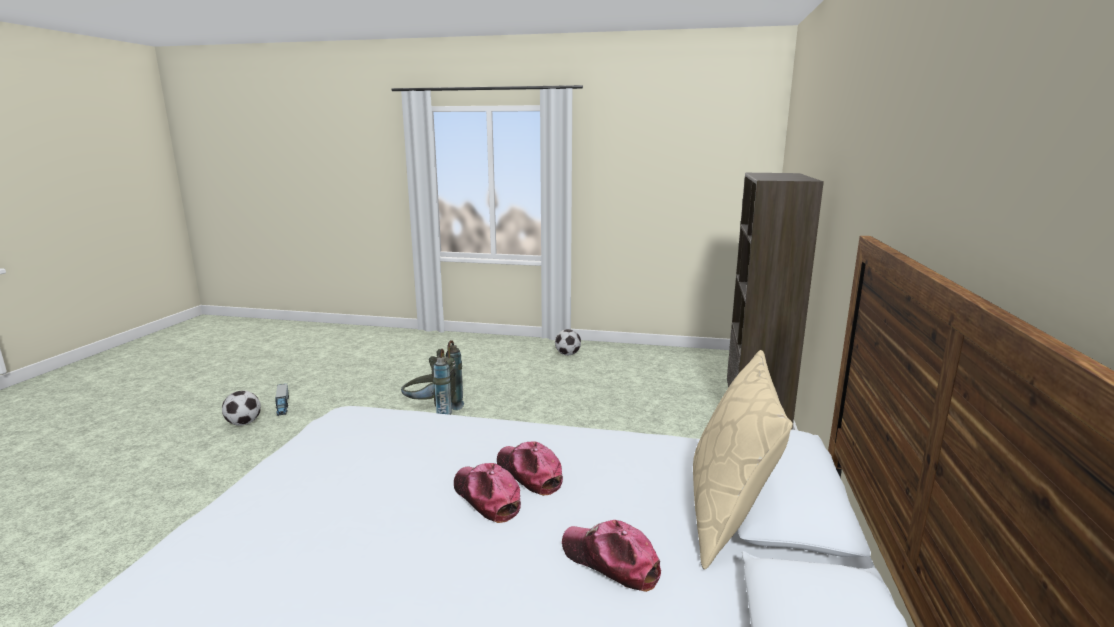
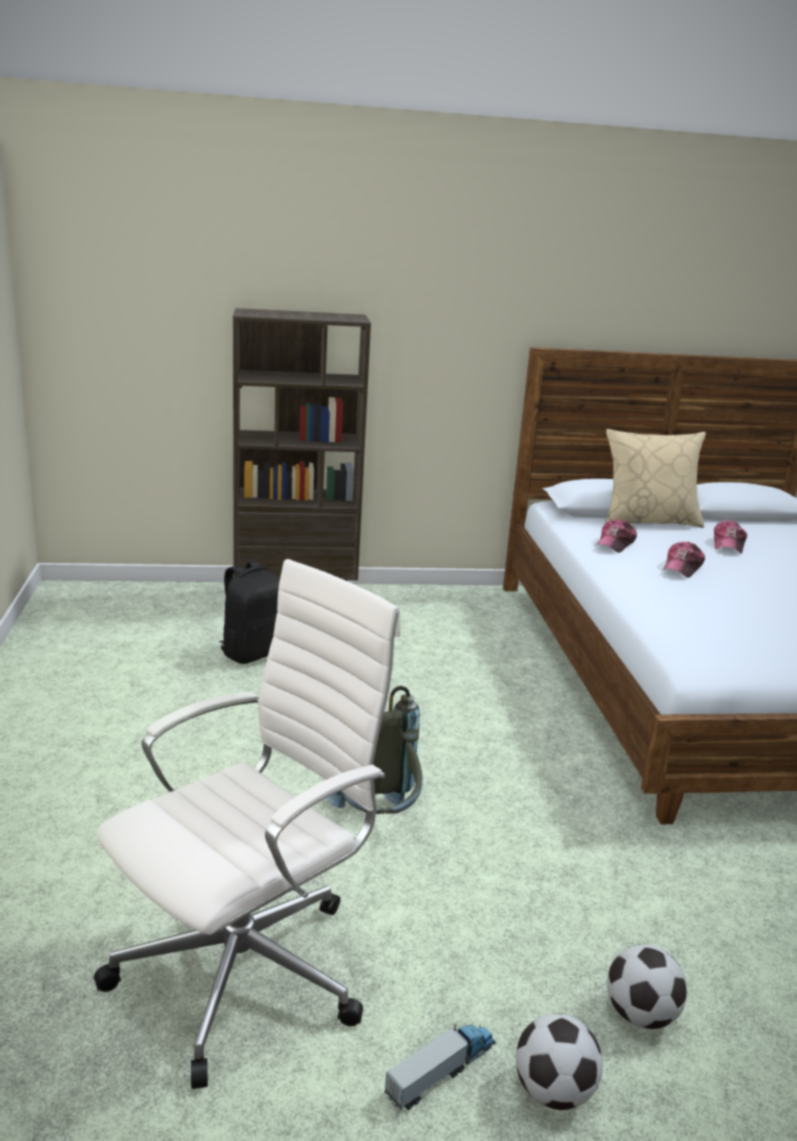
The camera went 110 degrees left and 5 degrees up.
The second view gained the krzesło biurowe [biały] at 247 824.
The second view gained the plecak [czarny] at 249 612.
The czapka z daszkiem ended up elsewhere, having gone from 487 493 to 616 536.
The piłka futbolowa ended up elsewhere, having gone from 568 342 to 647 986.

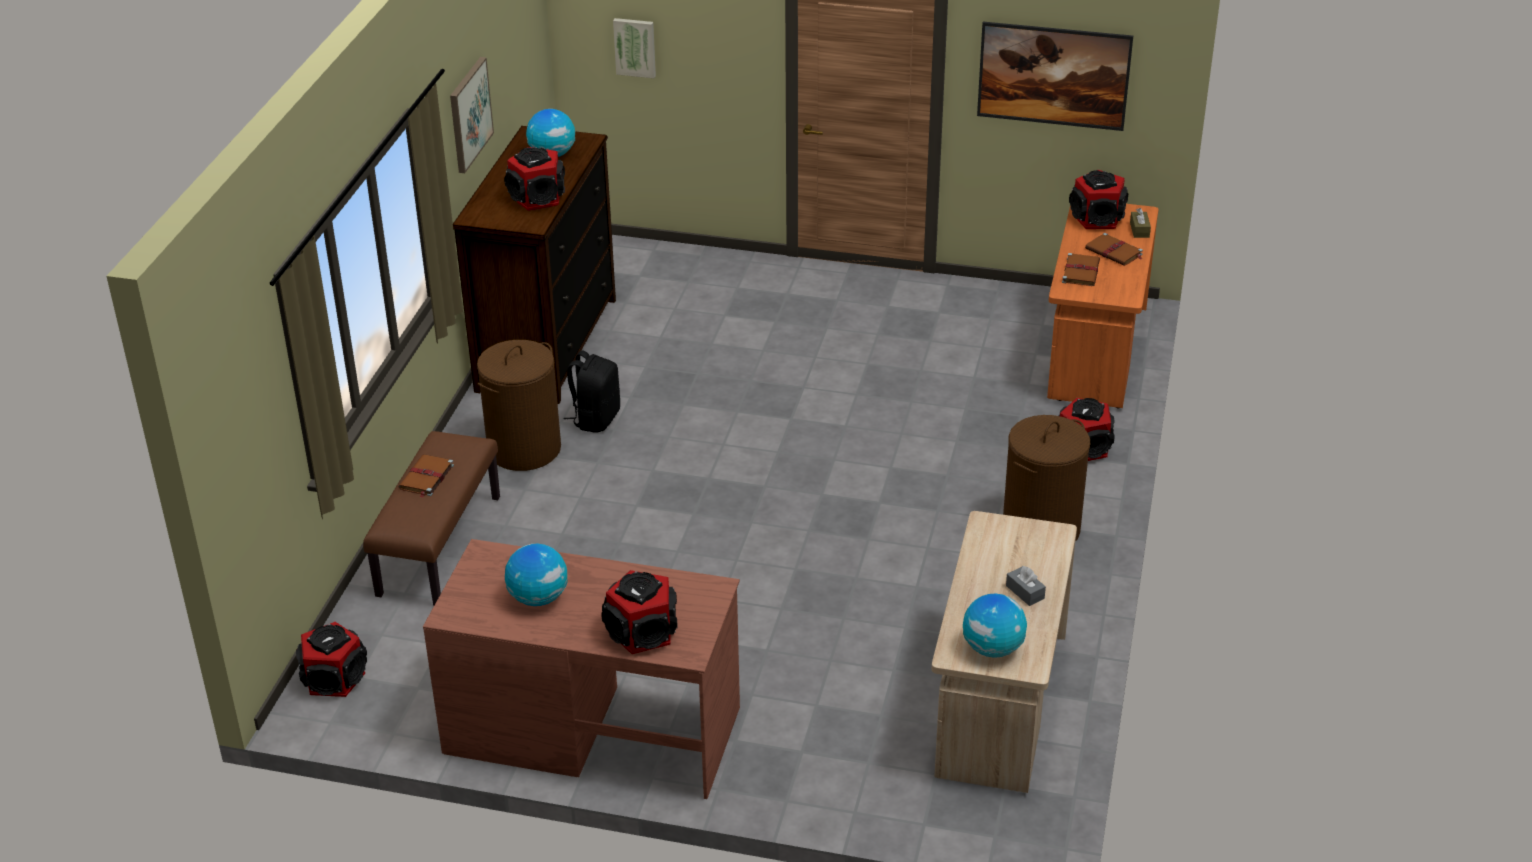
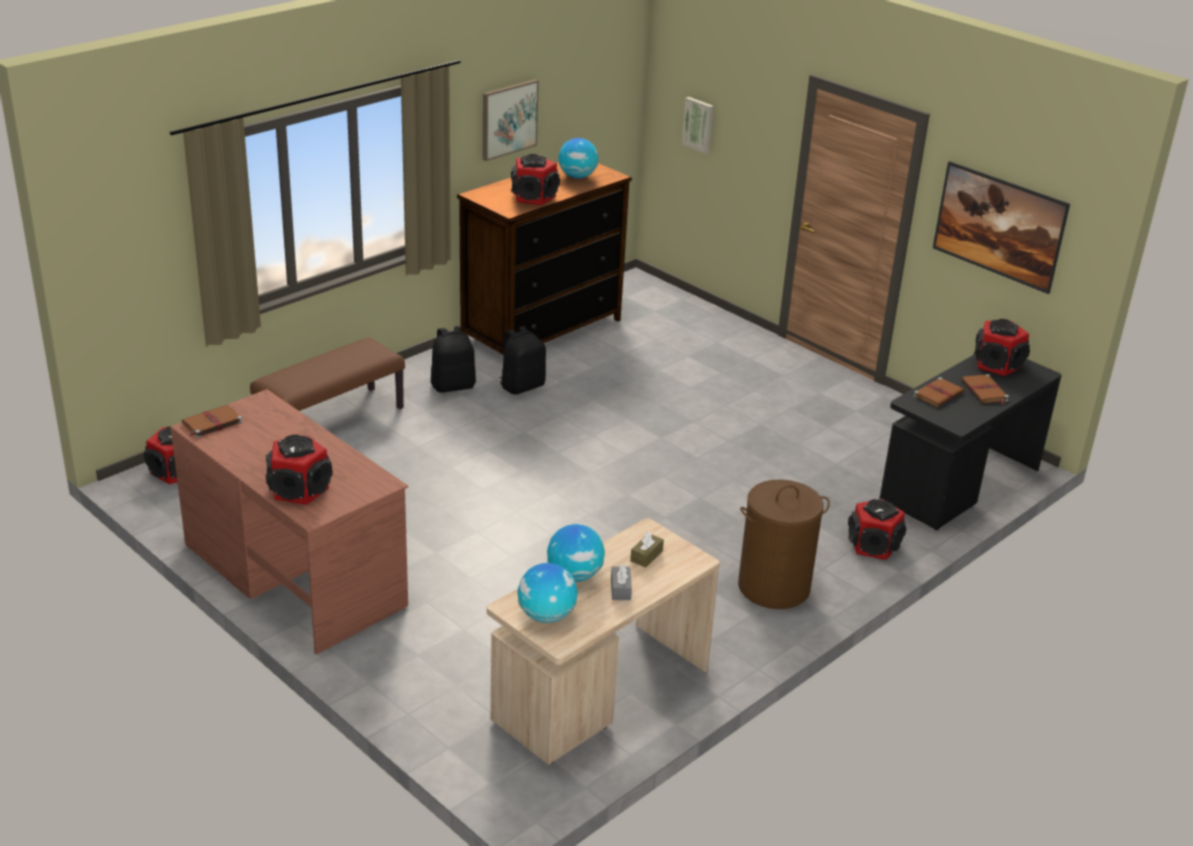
The camera went 30 degrees right and 5 degrees down.
The książka [brązowy] ended up elsewhere, having gone from 426 476 to 212 421.
The globus ended up elsewhere, having gone from 536 575 to 576 553.
The pudełko chusteczek [brązowy] ended up elsewhere, having gone from 1140 223 to 647 549.
Where the kosz na pranie [brązowy] stood at 519 405, the plecak [czarny] came to stand at 453 359.
What was the biurko [pomarańczowy] at 1103 306 turned into the biurko [czarny] at 970 442.

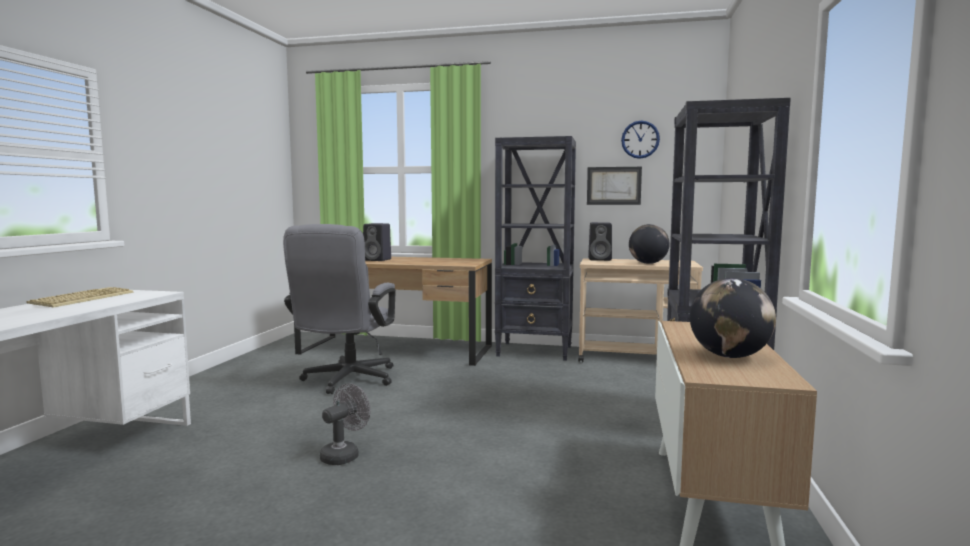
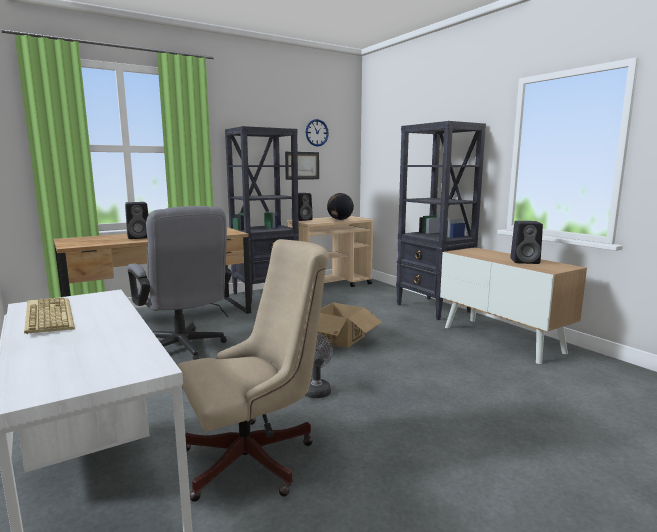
The camera went 45 degrees left and 5 degrees up.
The second view gained the krzesło biurowe [beżowy] at 253 370.
The second view gained the karton at 349 325.
Where the globus stood at 733 318, the głośnik [czarny] came to stand at 526 242.

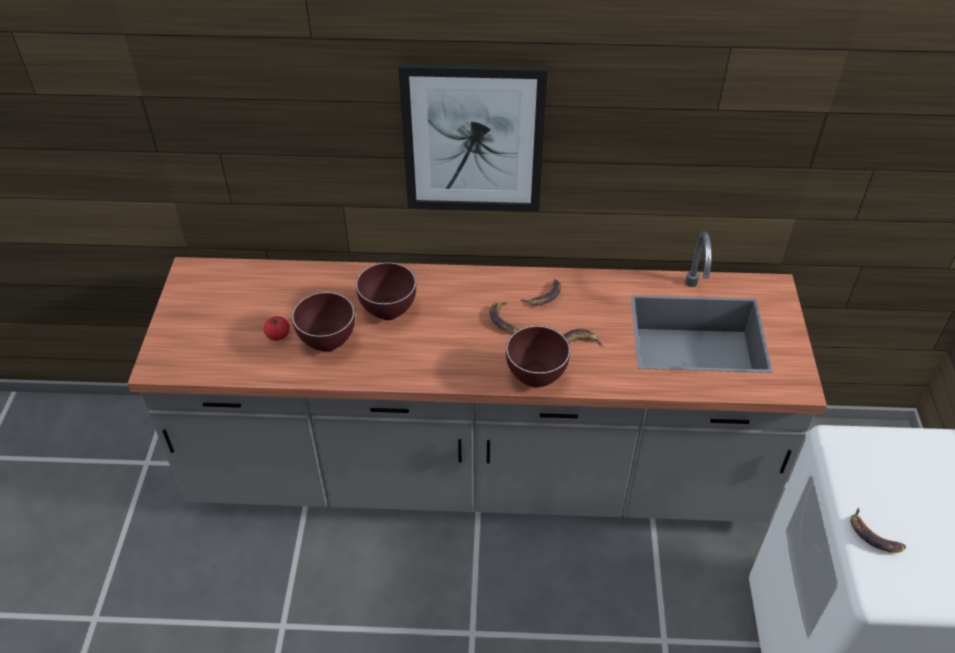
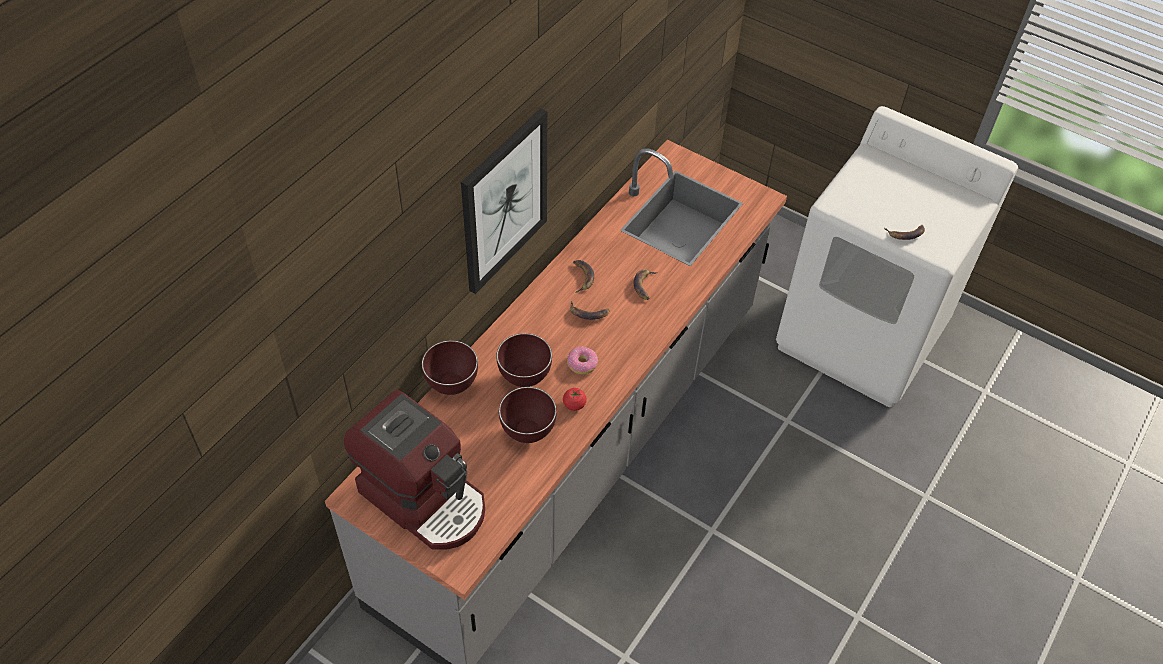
The camera went 60 degrees left and 5 degrees up.
The second view gained the ekspres do kawy at 414 469.
The second view gained the donut at 582 360.
The pomidor ended up elsewhere, having gone from 277 328 to 575 399.
The miska [brązowy] ended up elsewhere, having gone from 538 356 to 450 367.

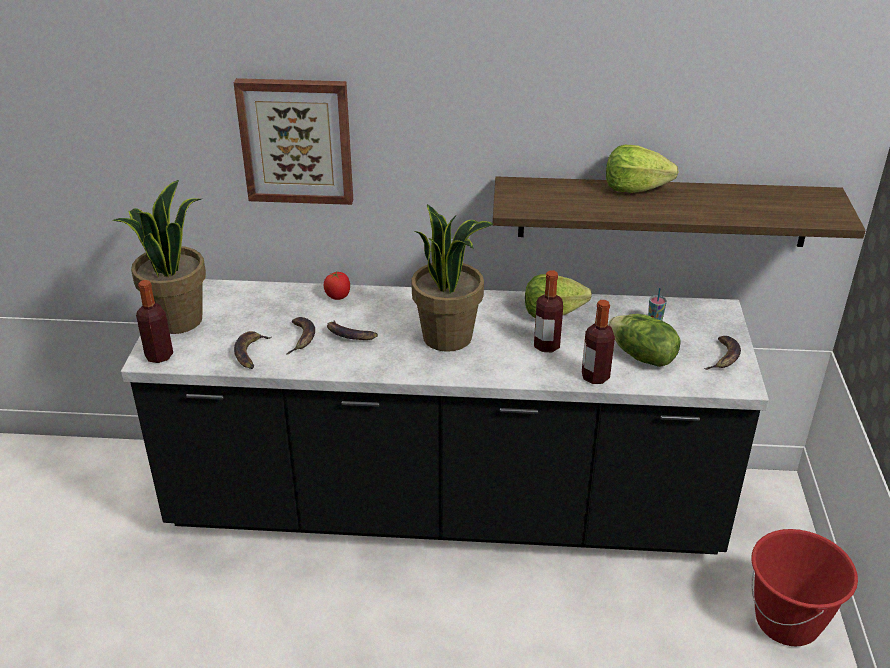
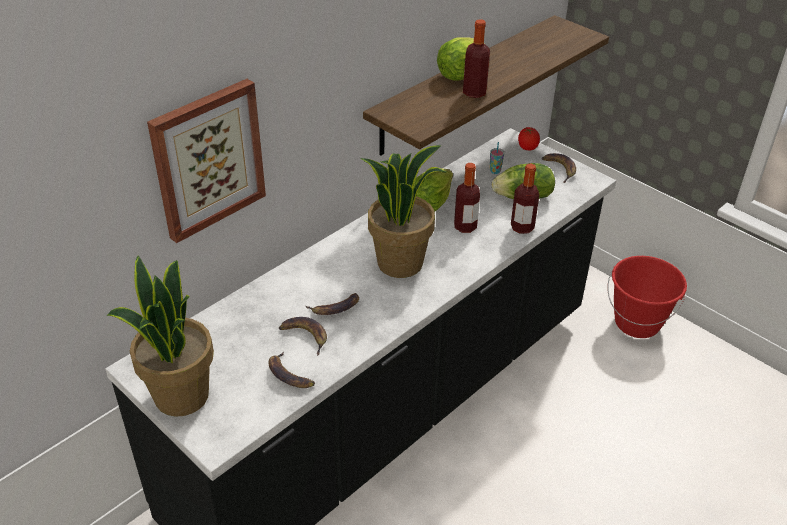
The camera went 50 degrees left and 5 degrees up.
The butelka ended up elsewhere, having gone from 154 321 to 476 58.
The pomidor ended up elsewhere, having gone from 337 285 to 529 138.

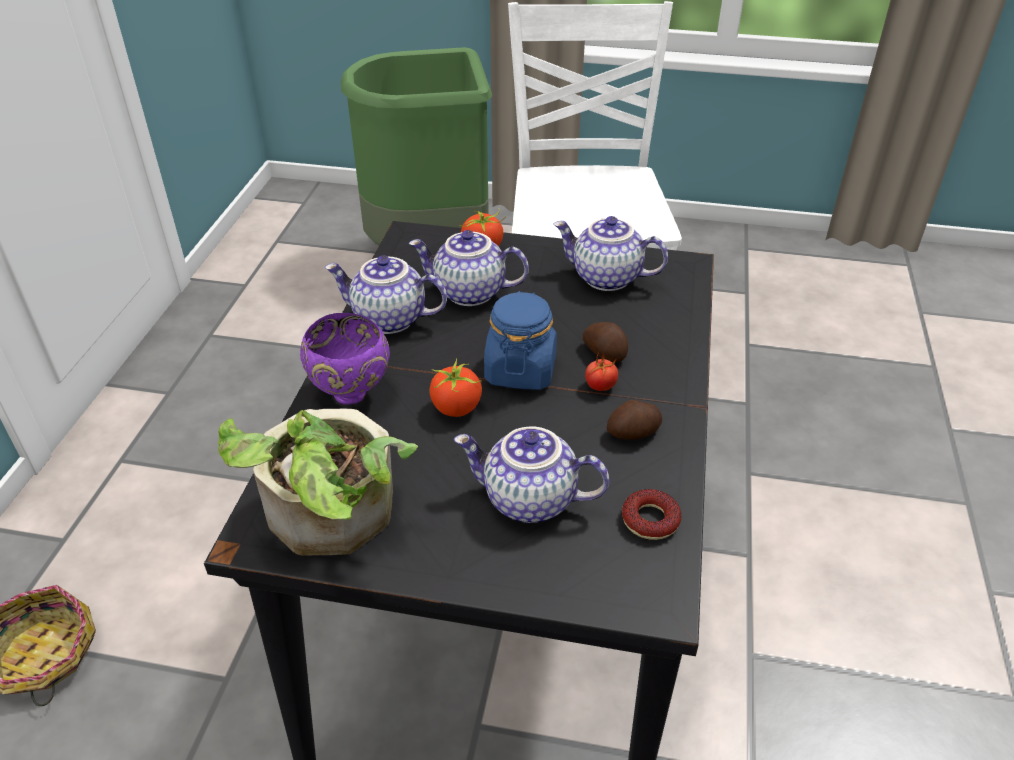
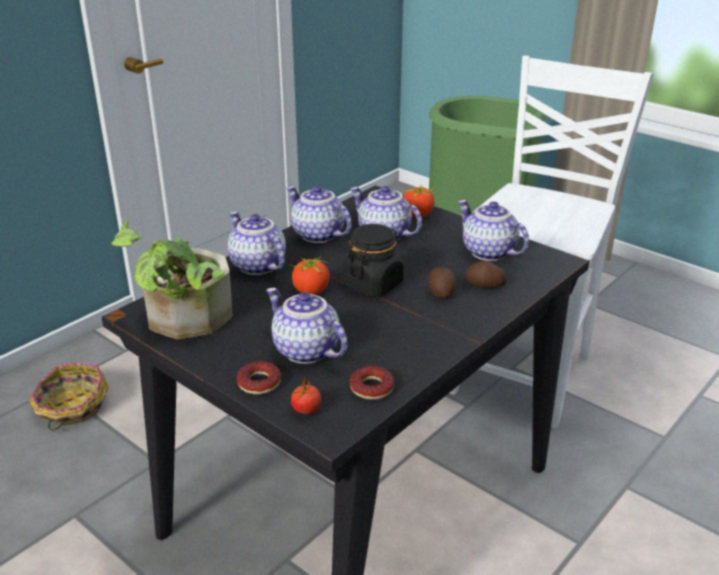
The camera went 30 degrees right and 10 degrees down.
The second view gained the donut at 259 378.
The pomidor ended up elsewhere, having gone from 601 371 to 306 396.
The ziemniak ended up elsewhere, having gone from 634 420 to 486 274.
Where the miska [fioletowy] stood at 345 358, the imbryk came to stand at 257 243.
What was the słoik [niebieski] at 520 340 turned into the słoik [czarny] at 373 260.

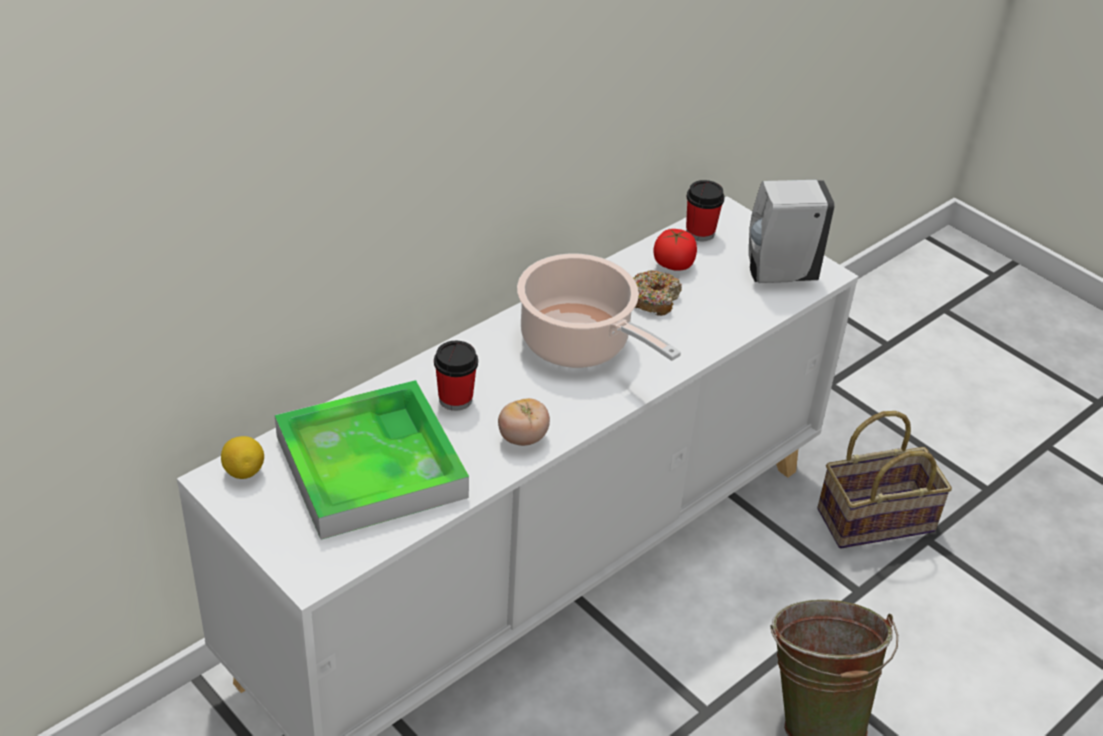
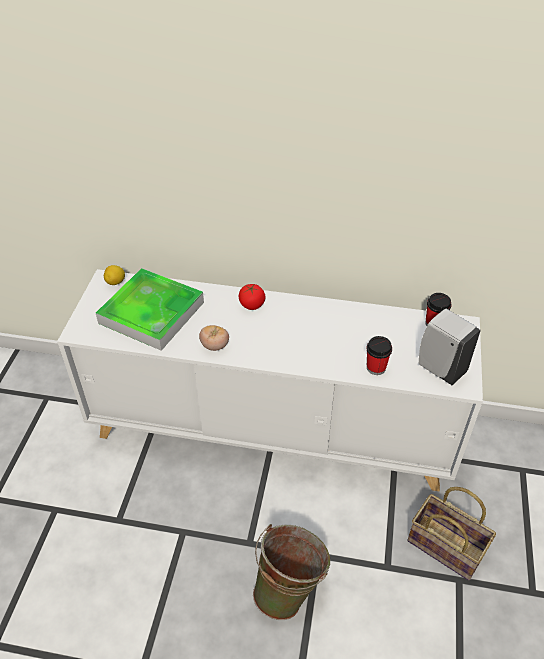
The camera went 55 degrees right and 5 degrees up.
The second view lost the garnek at 599 311.
The second view lost the donut at 657 293.
The filiżanka ended up elsewhere, having gone from 456 376 to 379 355.
The pomidor ended up elsewhere, having gone from 675 250 to 252 297.

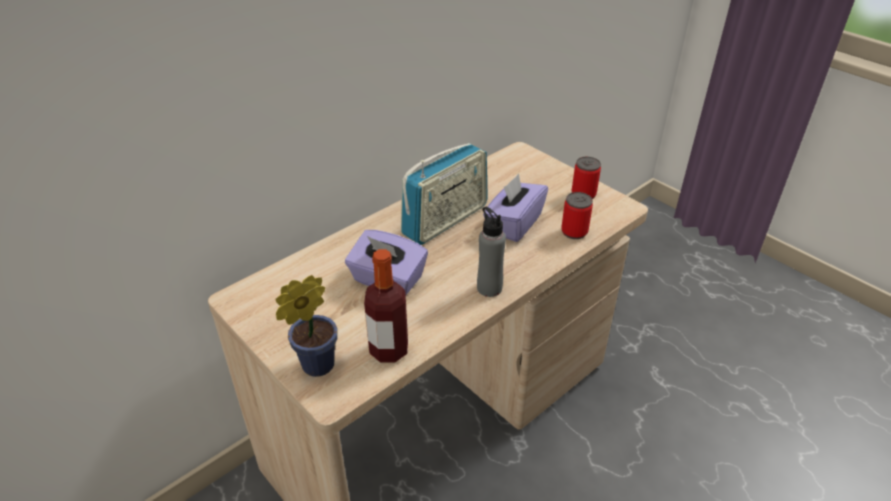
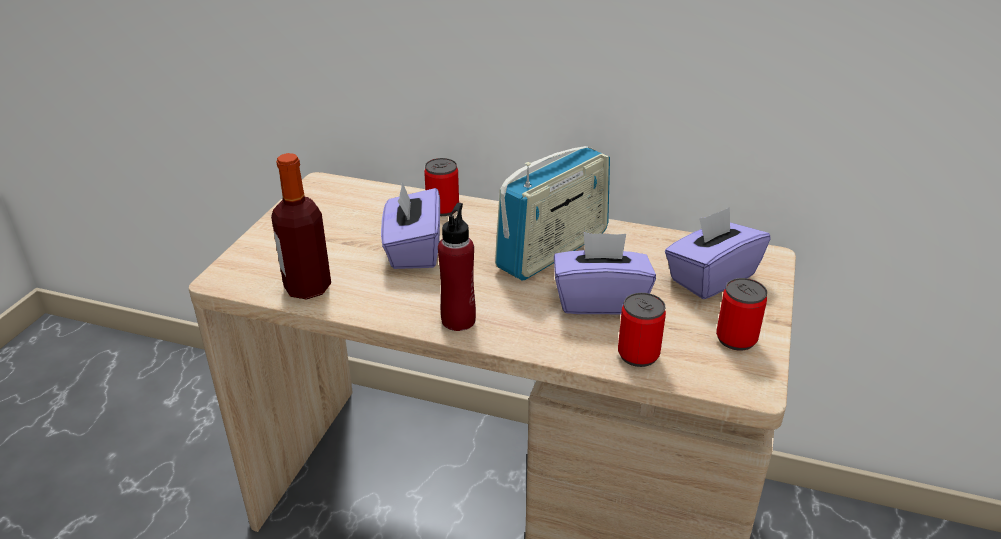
The camera went 60 degrees right and 5 degrees down.
The second view lost the roślina doniczkowa at 306 326.
The second view gained the puszka at 441 187.
The second view gained the pudełko chusteczek [fioletowy] at 718 253.
What was the butelka [szary] at 491 252 turned into the butelka [czerwony] at 457 267.
The radio at 444 194 ended up facing another way, 60 degrees counterclockwise from before.

